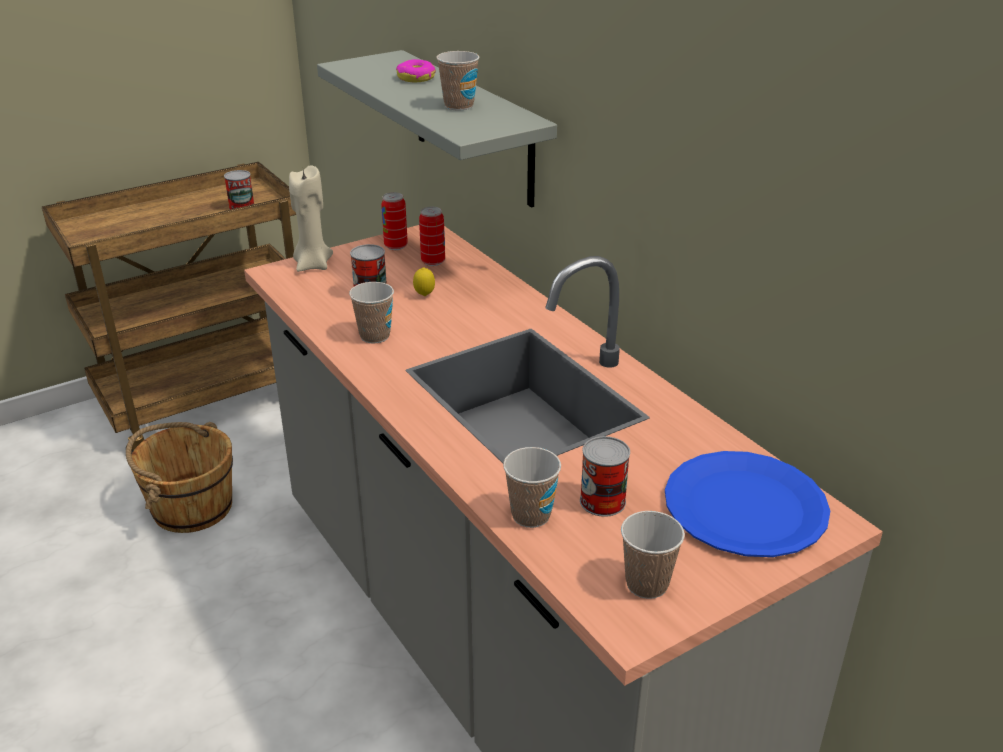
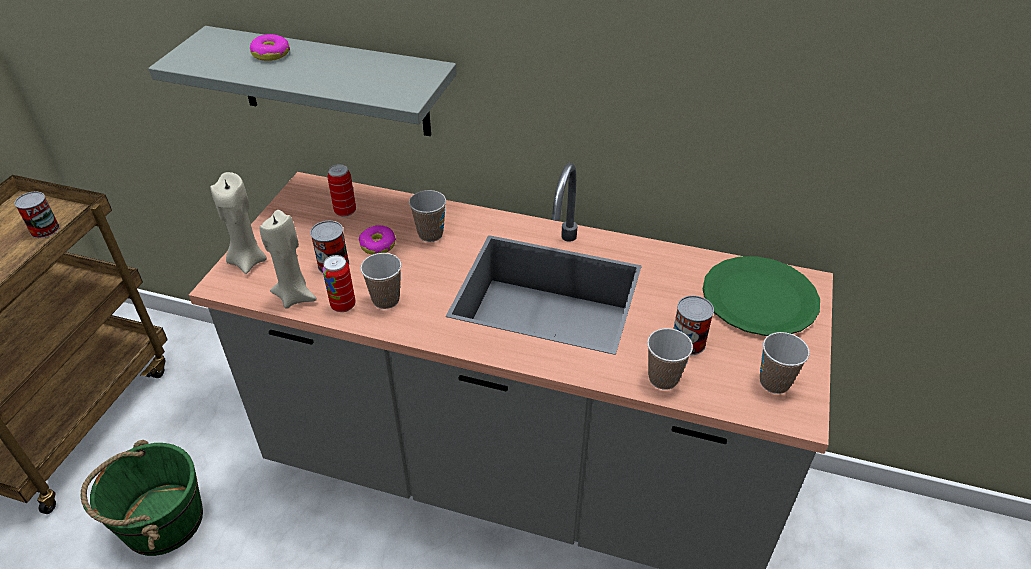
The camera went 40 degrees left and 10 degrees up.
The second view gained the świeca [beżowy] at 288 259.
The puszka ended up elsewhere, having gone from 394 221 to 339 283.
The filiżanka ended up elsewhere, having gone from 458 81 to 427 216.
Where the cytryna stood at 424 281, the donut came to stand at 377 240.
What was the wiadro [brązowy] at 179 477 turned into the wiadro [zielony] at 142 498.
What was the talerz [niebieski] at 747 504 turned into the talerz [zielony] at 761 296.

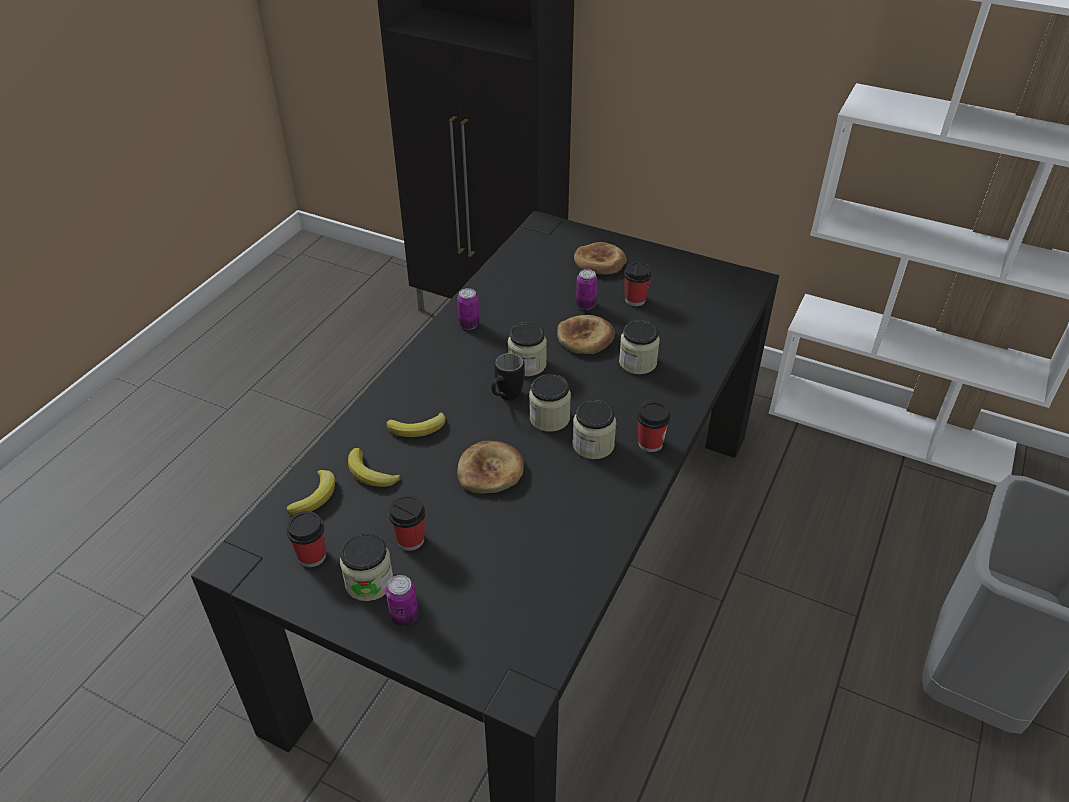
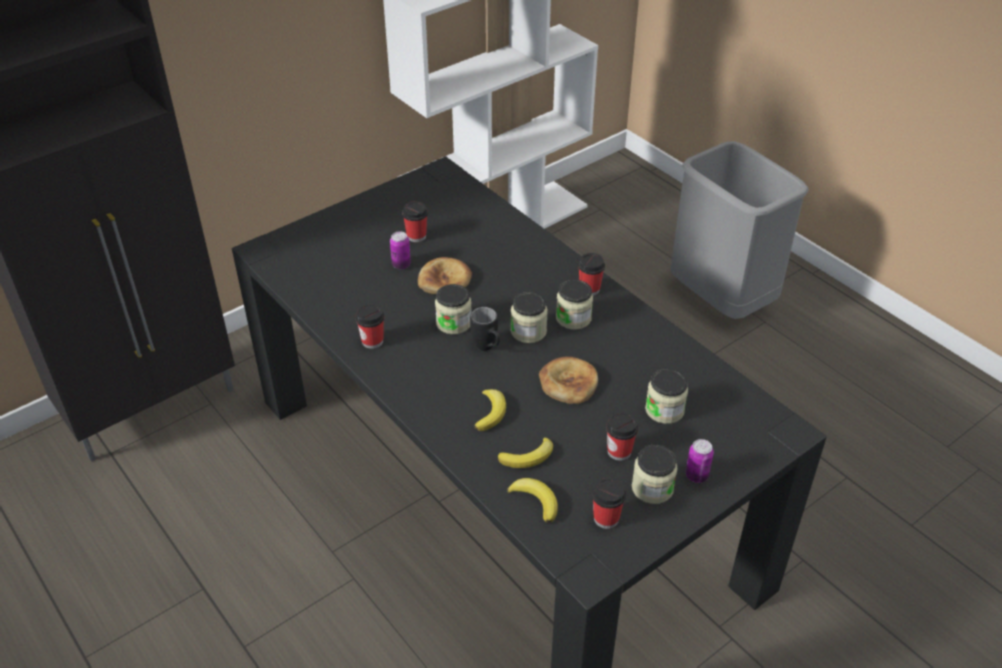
The camera went 65 degrees left and 0 degrees up.
The second view lost the chleb at 600 258.
The słoik ended up elsewhere, having gone from 639 347 to 666 396.
Where the puszka stood at 468 309, the filiżanka came to stand at 370 326.

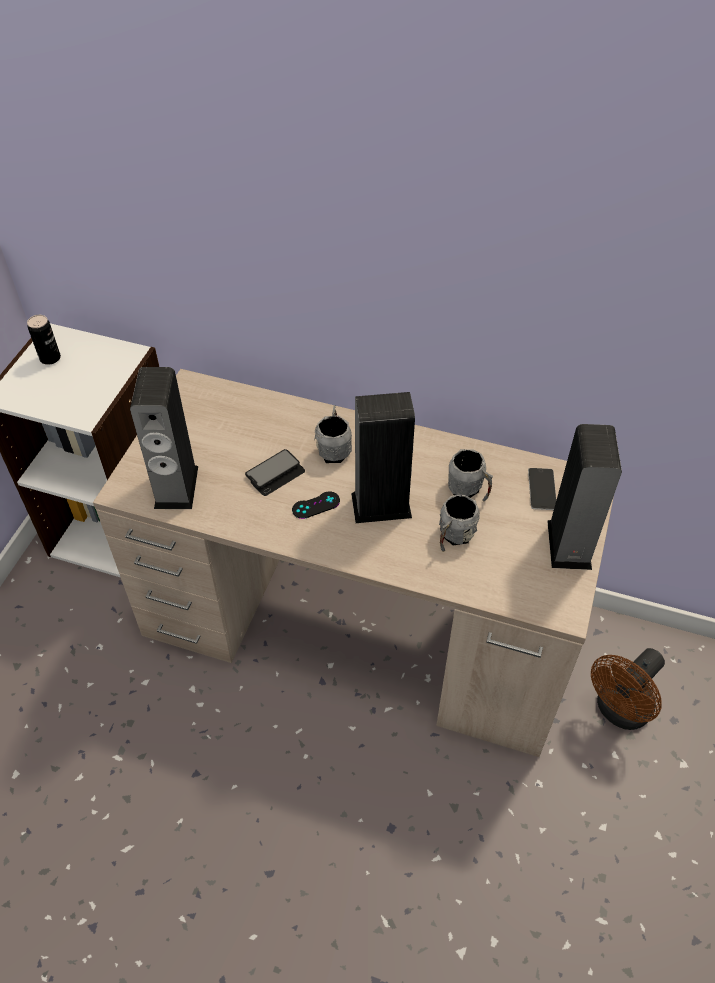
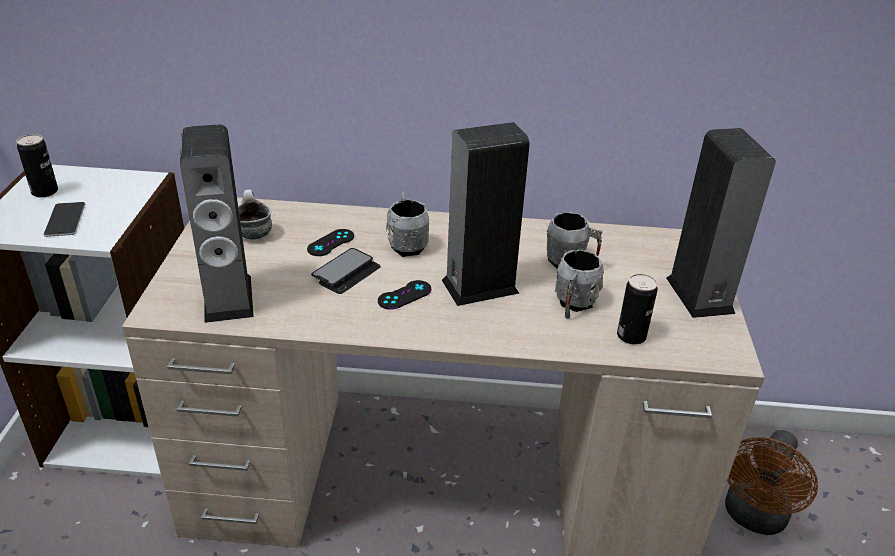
The camera went 15 degrees left and 15 degrees down.
The second view gained the kubek at 255 214.
The second view gained the pad do gier [czarny] at 330 242.
The second view gained the puszka at 637 309.
The telefon ended up elsewhere, having gone from 542 489 to 64 219.

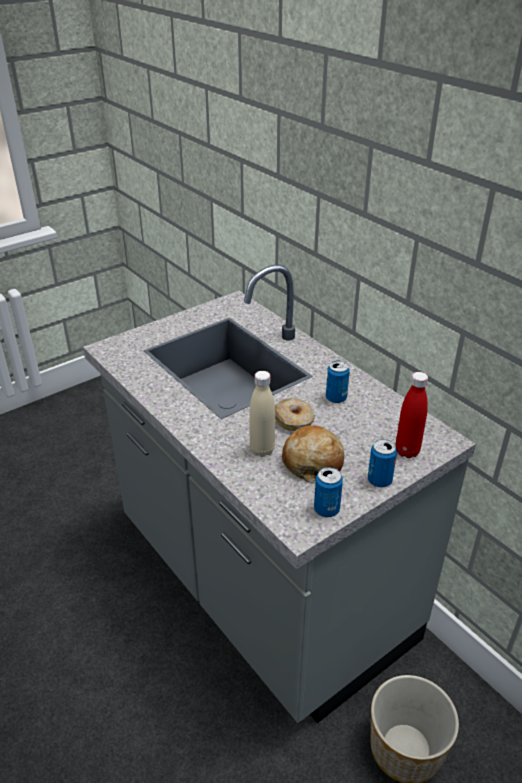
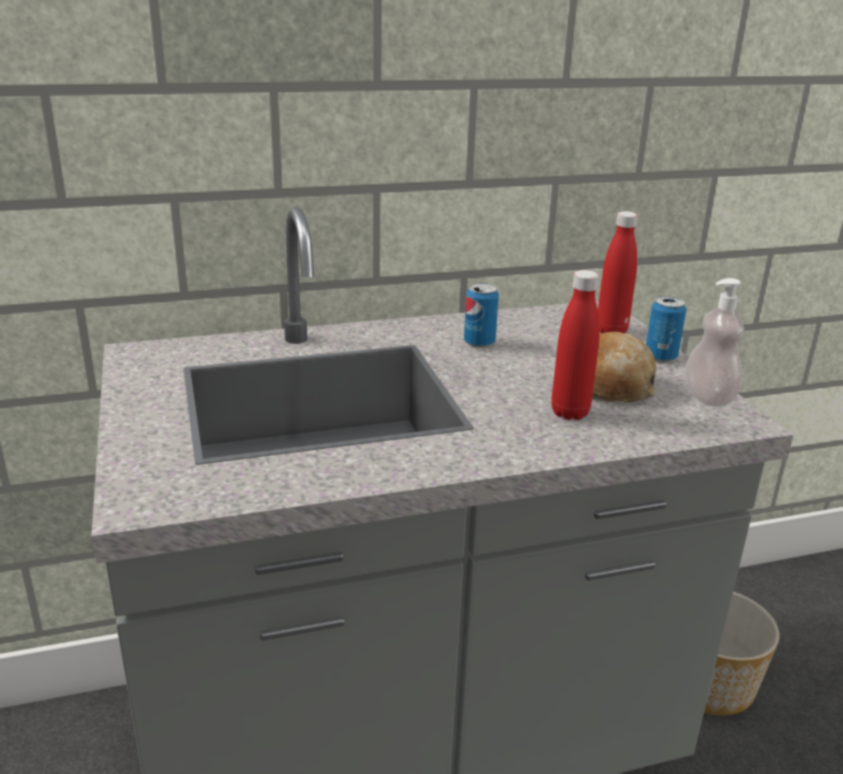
The camera went 70 degrees left and 10 degrees down.
The second view lost the donut at 295 414.
Where the puszka stood at 328 492, the dozownik mydła came to stand at 715 342.
What was the butelka [beżowy] at 262 414 turned into the butelka [czerwony] at 575 345.

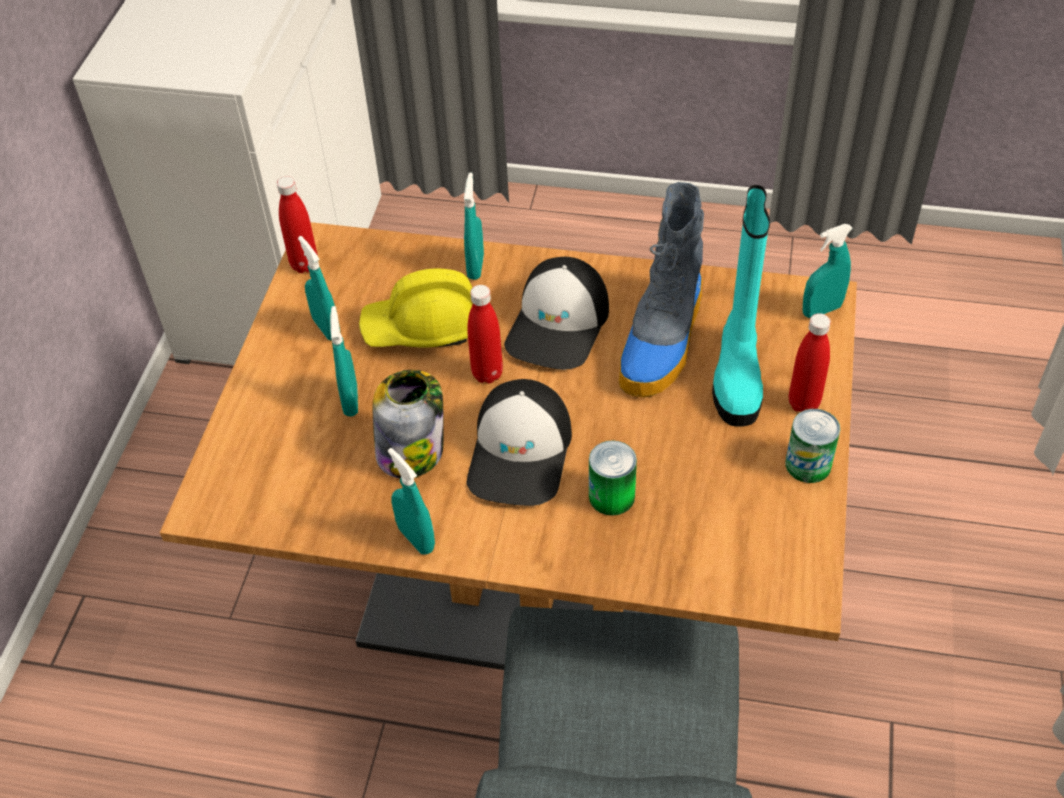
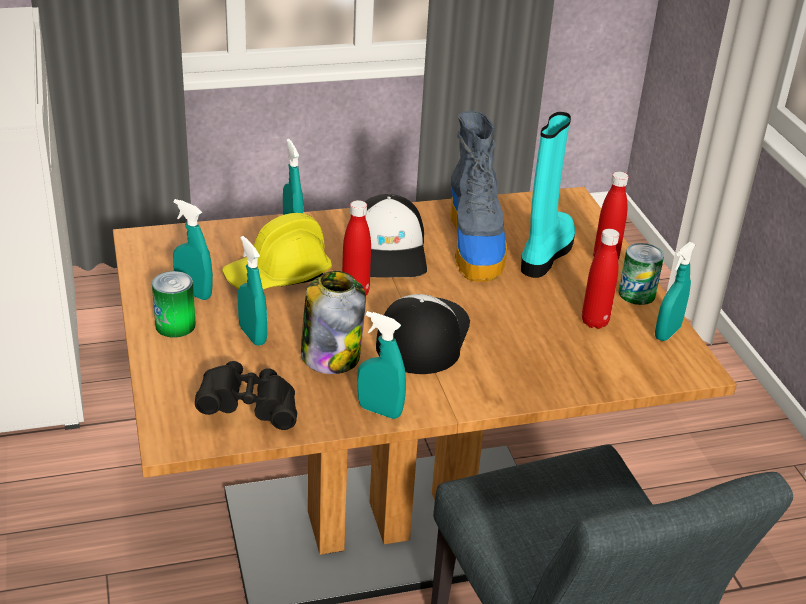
The camera went 30 degrees left and 15 degrees down.
The second view gained the lornetka [czarny] at 246 395.
The butelka [czerwony] ended up elsewhere, having gone from 297 224 to 601 279.
The puszka ended up elsewhere, having gone from 613 478 to 174 304.
The spryskiwacz [turkusowy] ended up elsewhere, having gone from 828 271 to 675 291.
The czapka z daszkiem at 519 442 ended up facing another way, 150 degrees counterclockwise from before.
The but z cholewką [turkusowy] at 741 306 ended up facing another way, 135 degrees counterclockwise from before.

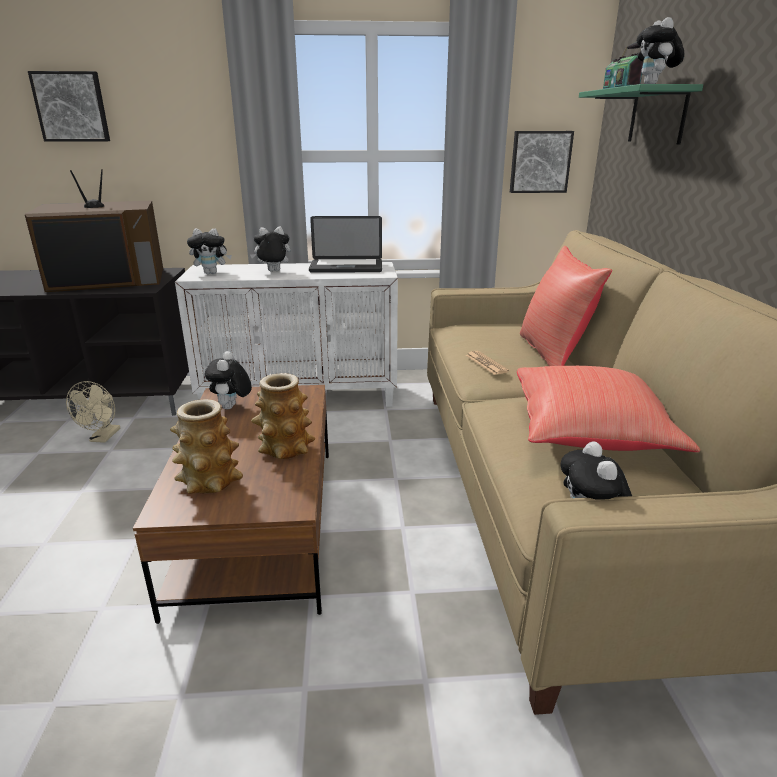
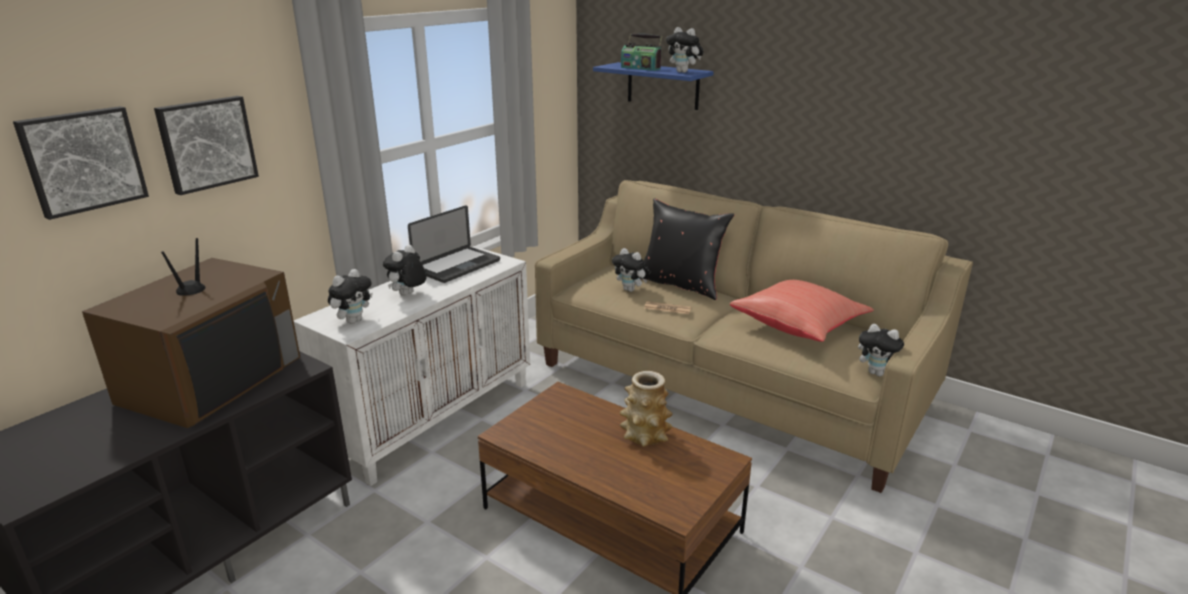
The camera went 50 degrees left and 0 degrees up.
The second view lost the wentylator [beżowy] at 93 412.
The second view lost the wazon at 206 446.
The pluszak ended up elsewhere, having gone from 228 380 to 631 270.
The obraz ended up elsewhere, having gone from 542 162 to 206 145.
What was the poduszka [czerwony] at 566 306 turned into the poduszka [czarny] at 687 249.
What was the półka [zielony] at 641 114 turned into the półka [niebieski] at 653 86.

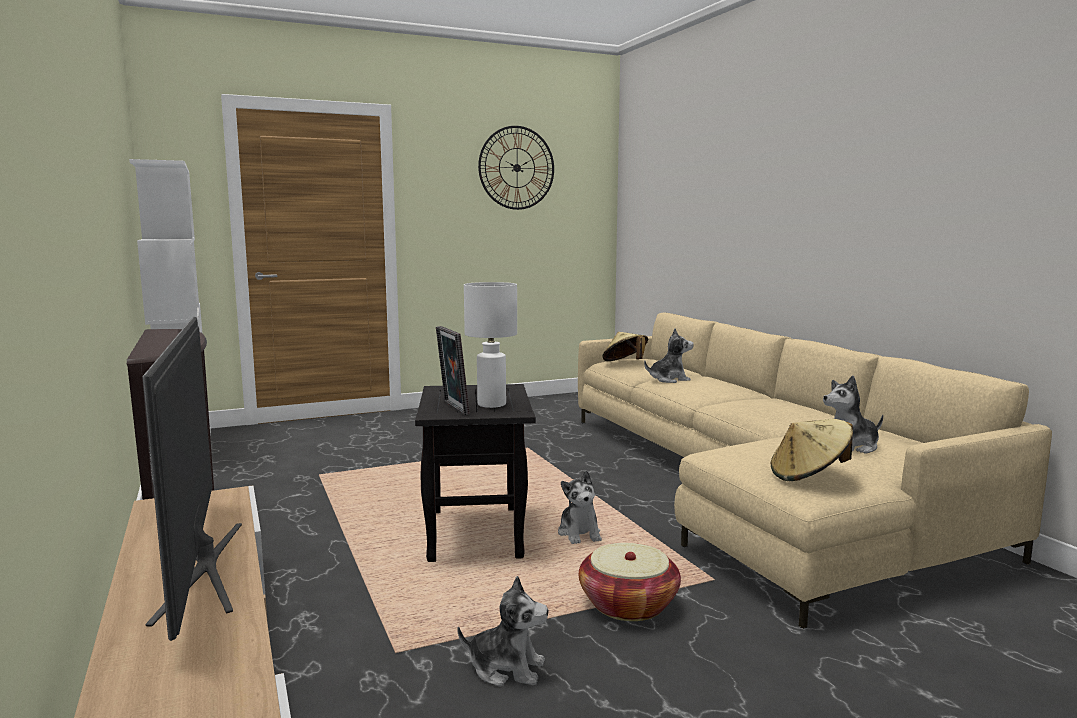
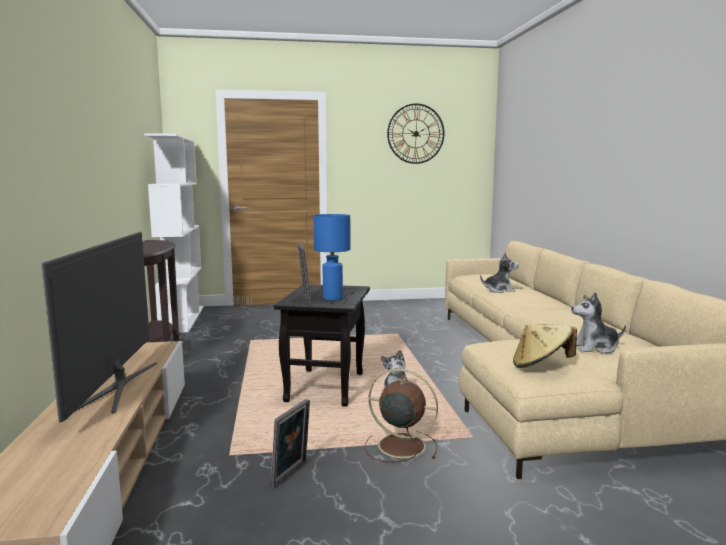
The camera went 15 degrees right and 0 degrees up.
The second view lost the kapelusz [beżowy] at 625 346.
Where the pluszak stood at 503 631, the ramka na zdjęcie came to stand at 290 443.
Where the koszyk stood at 630 582, the wentylator [brązowy] came to stand at 401 416.
What was the lampa stołowa [biały] at 490 345 turned into the lampa stołowa [niebieski] at 332 257.

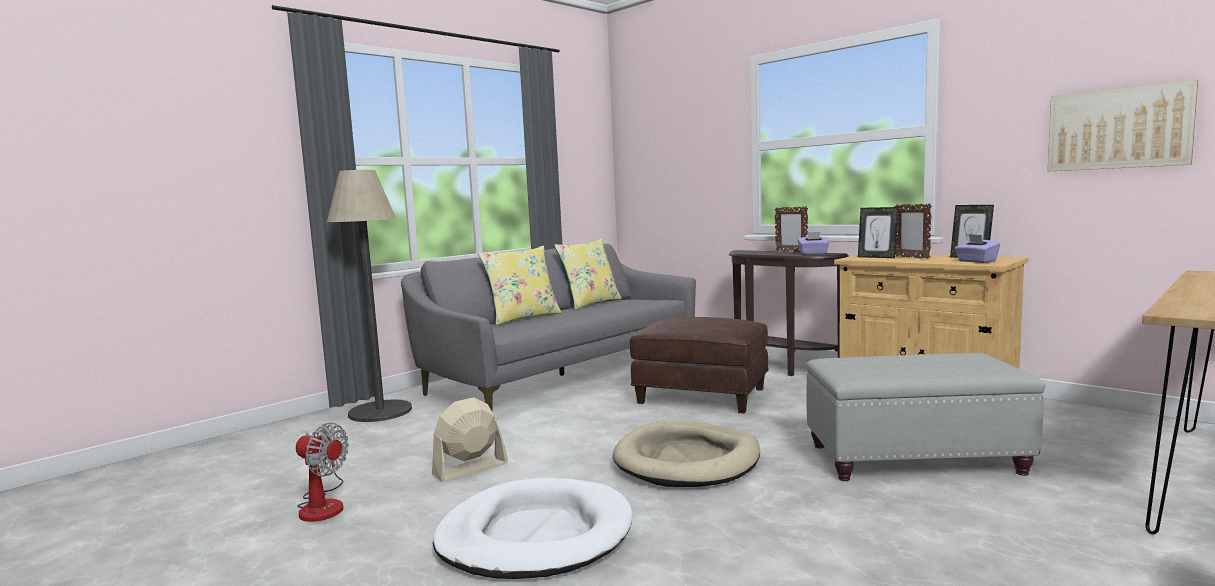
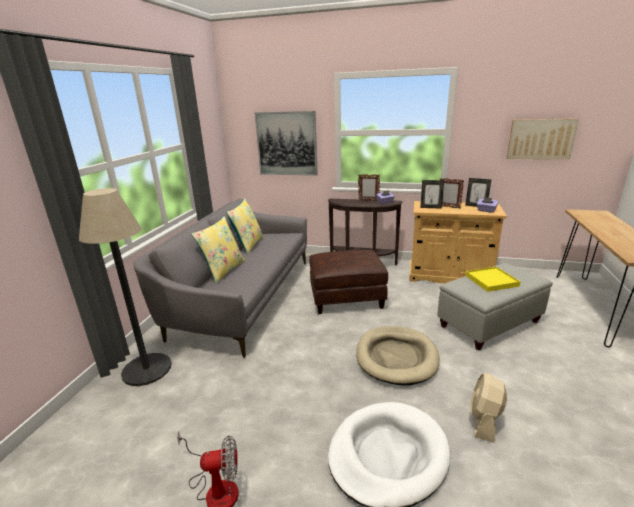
The camera went 30 degrees left and 15 degrees up.
The second view gained the obraz at 286 143.
The second view gained the taca [żółty] at 493 279.
The wentylator [beżowy] ended up elsewhere, having gone from 470 439 to 488 407.

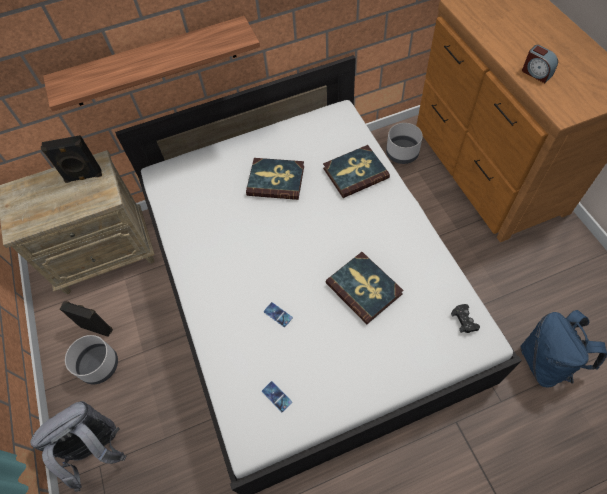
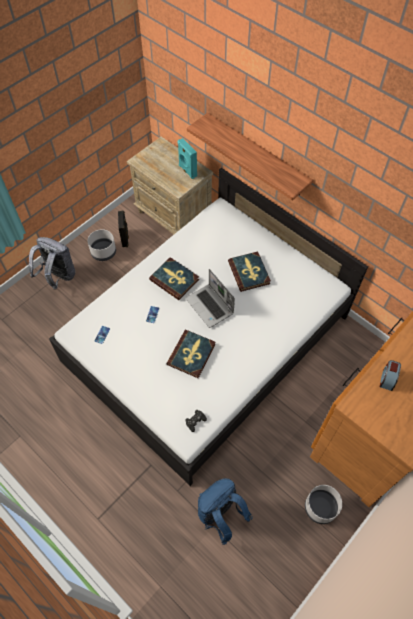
The camera went 60 degrees right and 0 degrees up.
The second view gained the laptop at 210 298.
The książka ended up elsewhere, having gone from 356 171 to 174 278.
The donica [szary] ended up elsewhere, having gone from 404 143 to 323 504.
What was the głośnik [czarny] at 71 159 turned into the głośnik [turkusowy] at 187 158.

